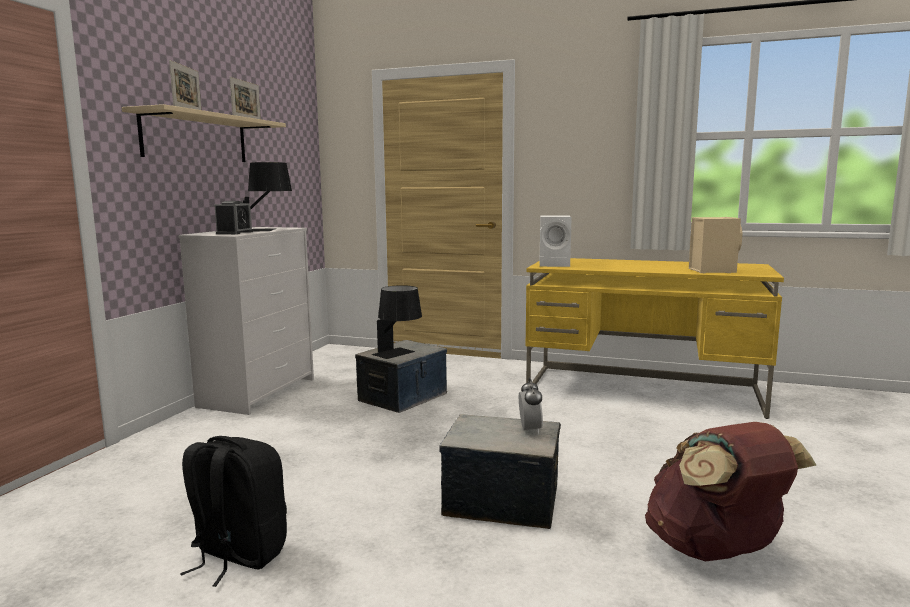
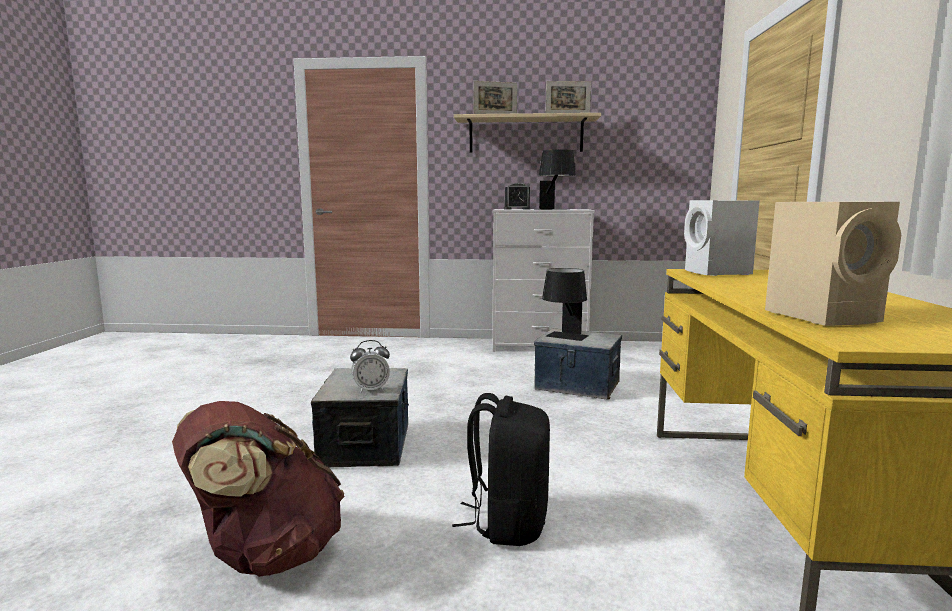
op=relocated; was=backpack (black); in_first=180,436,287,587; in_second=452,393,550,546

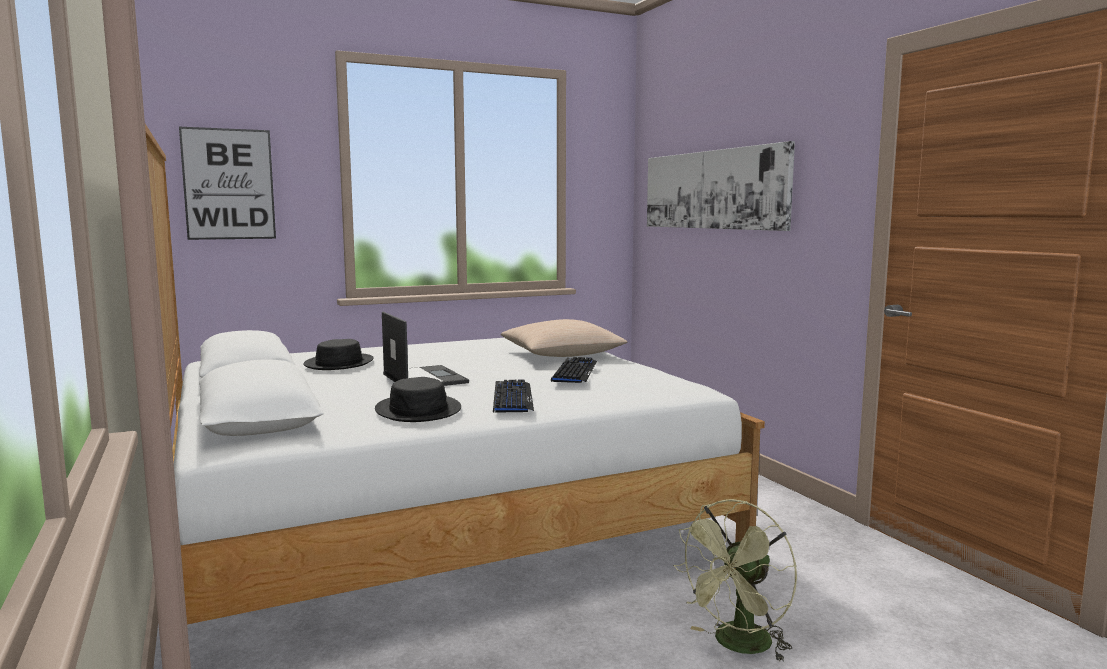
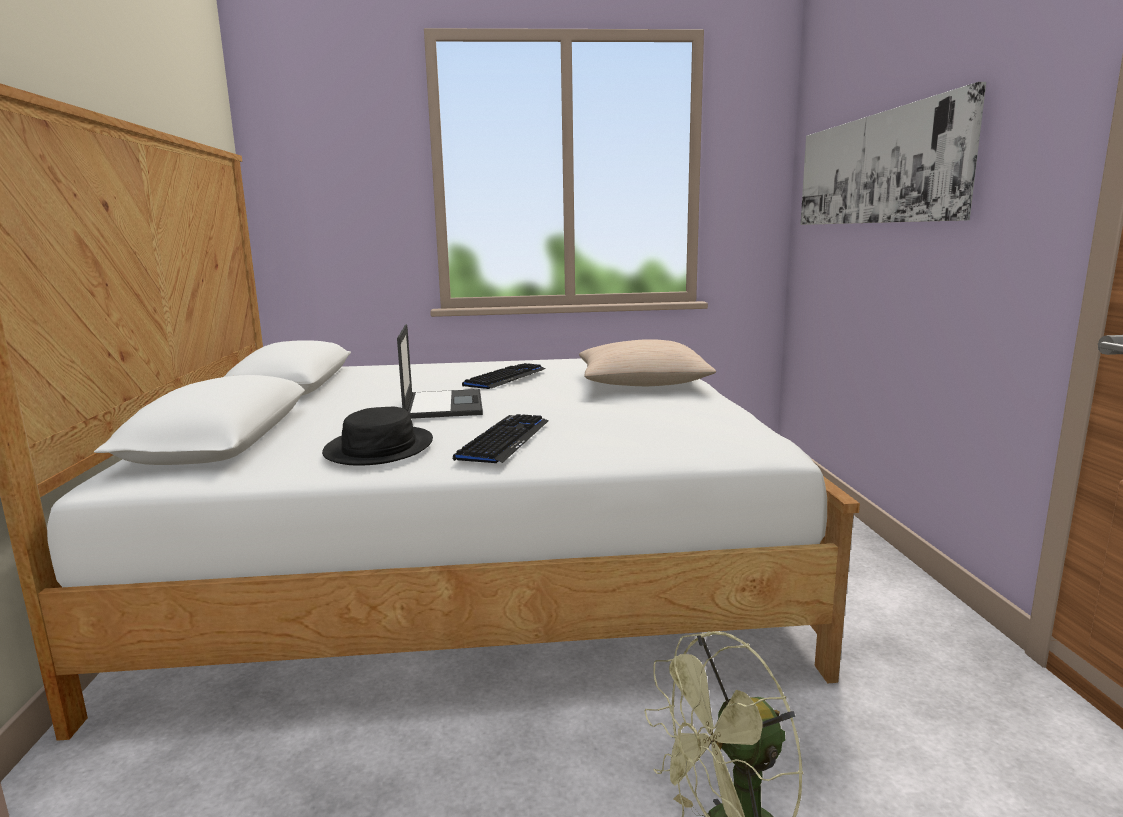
op=missing; was=picture; in_first=179,127,276,240
op=missing; was=hat (black); in_first=303,339,374,370
op=relocated; was=keyboard; in_first=551,357,597,383; in_second=462,363,546,389

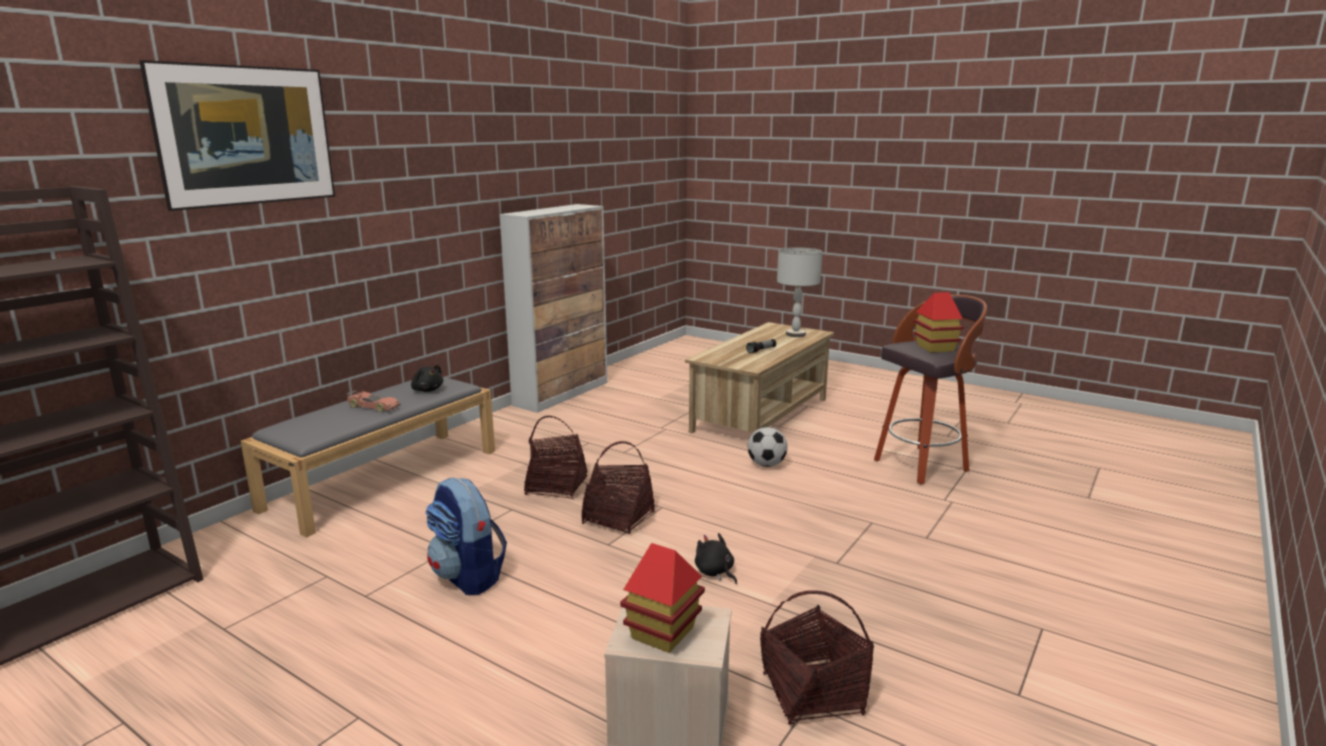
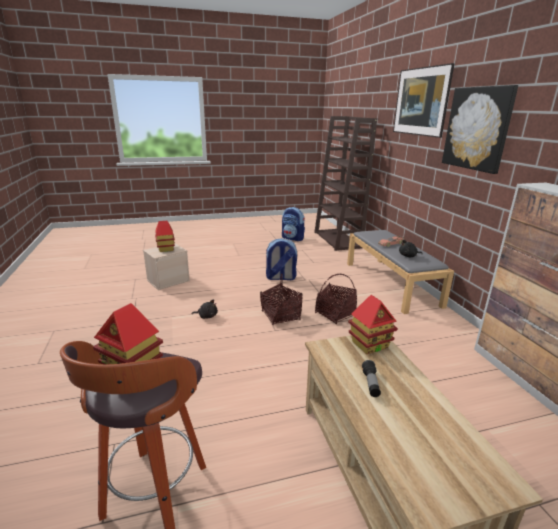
op=missing; was=football; in_first=747,427,787,467
op=missing; was=basket; in_first=760,590,874,725
op=missing; was=table lamp (grey); in_first=777,247,822,337
op=appeared; now=backpack; in_second=282,207,305,241
op=appeared; now=toy house; in_second=348,295,398,354
op=appeared; now=picture; in_second=442,85,518,174

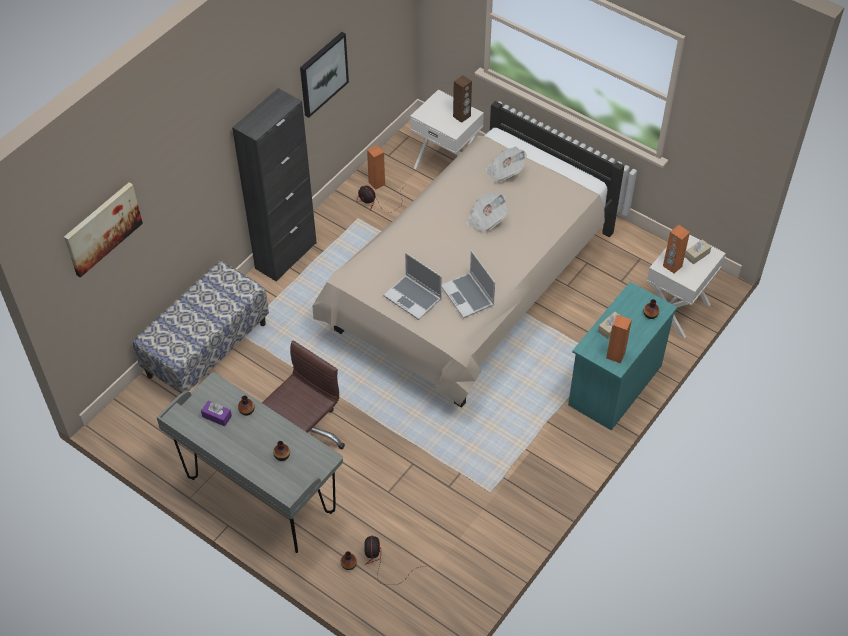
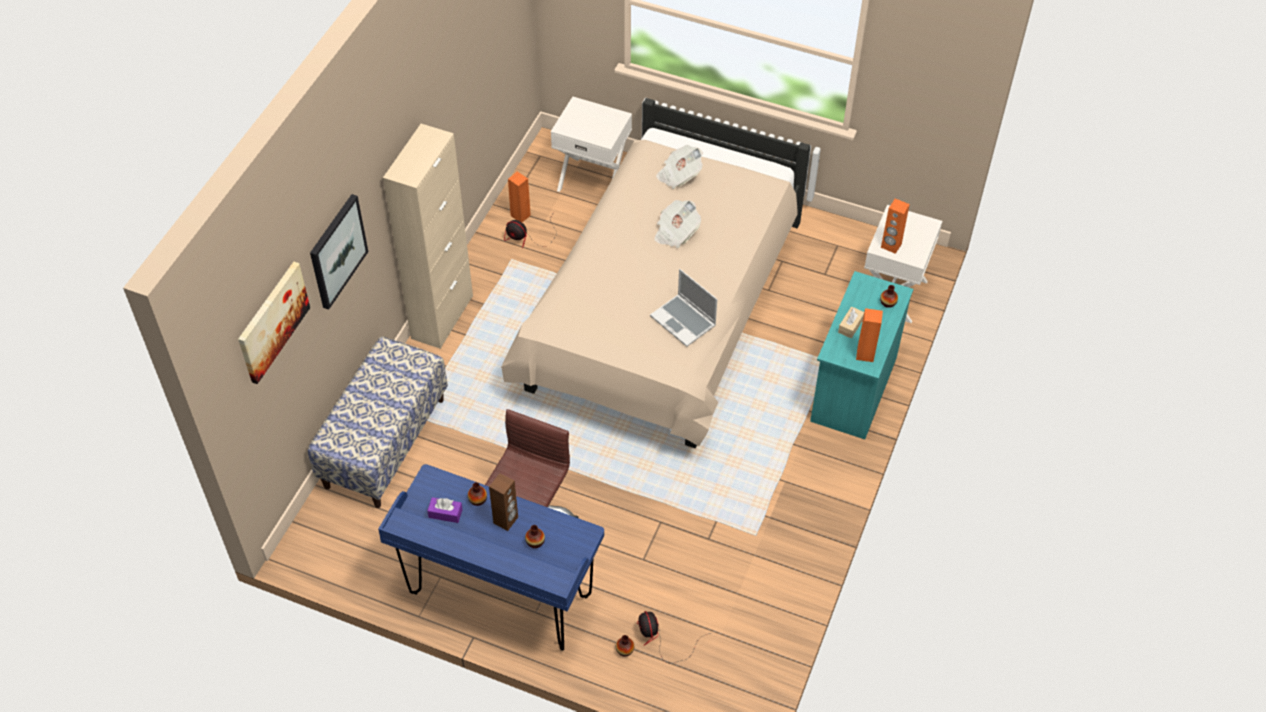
op=missing; was=laptop; in_first=384,253,442,320
op=missing; was=tissue box (beige); in_first=685,239,711,264
op=relocated; was=picture; in_first=300,32,349,118; in_second=310,194,368,310
op=relocated; was=speaker (brown); in_first=453,75,472,123; in_second=489,473,518,531
op=colour; was=desk (grey); now=desk (blue); in_first=156,372,343,553; in_second=378,464,604,651
op=colour; was=cabinet (black); now=cabinet (beige); in_first=232,88,317,282; in_second=383,124,473,349

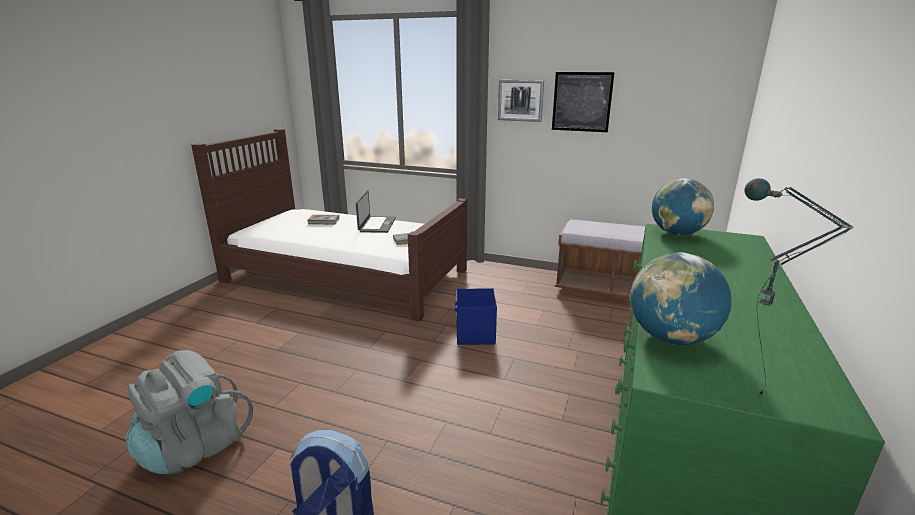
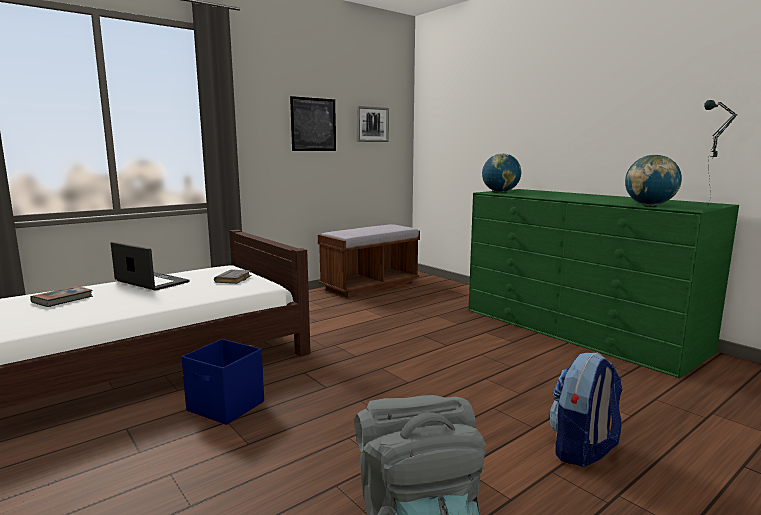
op=relocated; was=storage box (blue); in_first=454,289,497,345; in_second=182,339,264,425
op=relocated; was=picture; in_first=498,80,544,122; in_second=356,106,389,142

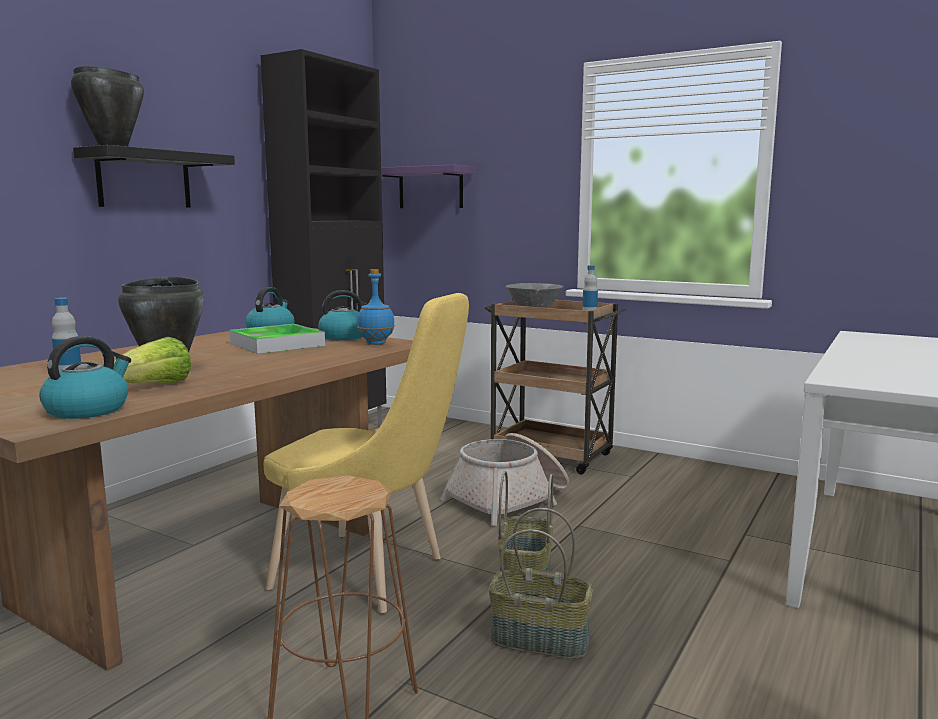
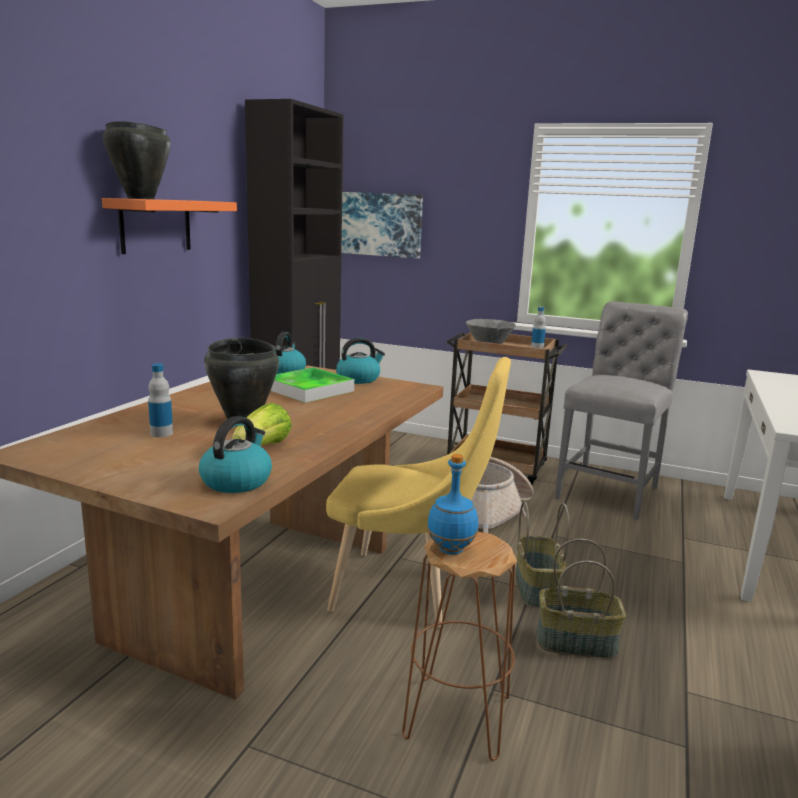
op=appeared; now=chair (grey); in_second=555,301,688,520
op=relocated; was=bottle (blue); in_first=357,269,395,345; in_second=427,454,478,555
op=exchanged; was=shelf (purple); now=picture; in_first=381,164,476,208; in_second=341,192,423,258
op=colour; was=shelf (black); now=shelf (orange); in_first=73,145,235,208; in_second=102,198,237,254

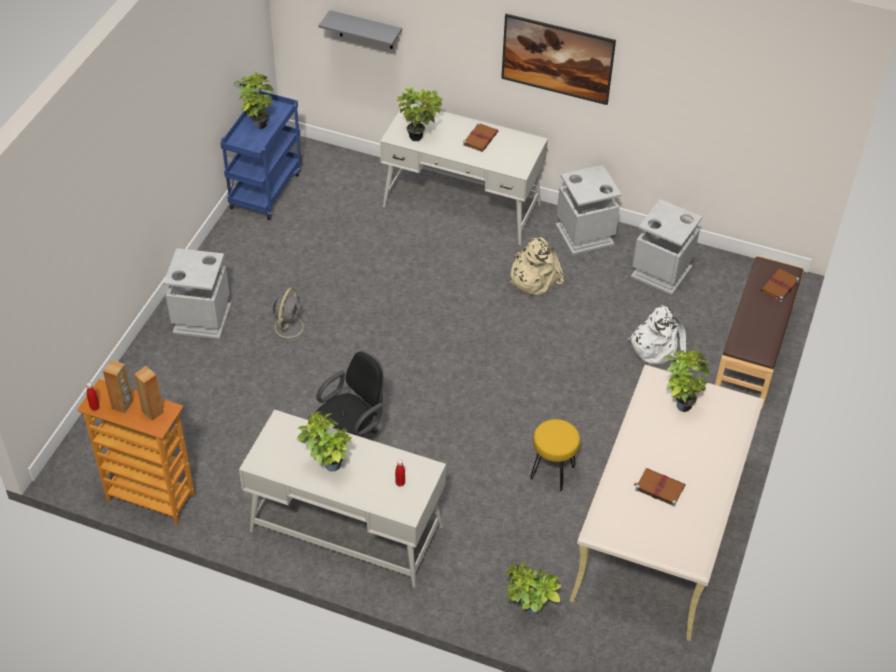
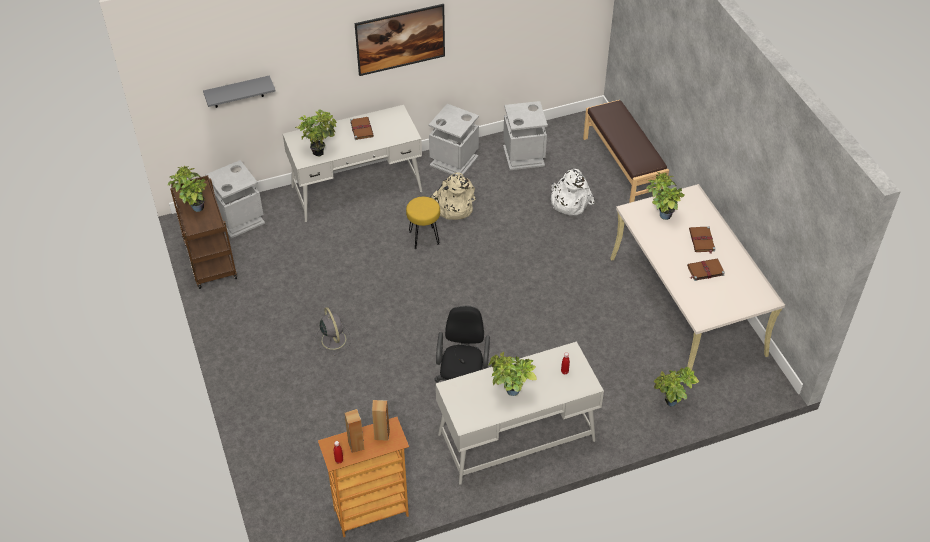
op=relocated; was=trash can (grey); in_first=163,248,231,339; in_second=205,160,265,238
op=relocated; was=stool (yellow); in_first=530,419,580,491; in_second=406,197,440,250
op=relocated; was=book (brown); in_first=760,268,800,302; in_second=689,226,716,254
op=colour; was=cart (blue); now=cart (brown); in_first=220,91,302,220; in_second=170,175,237,289

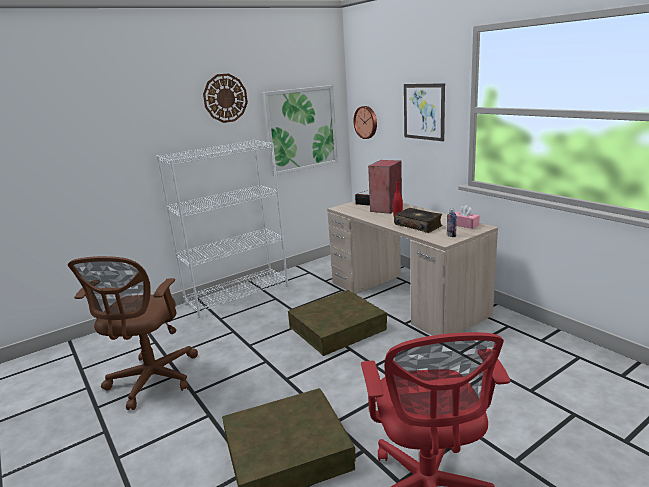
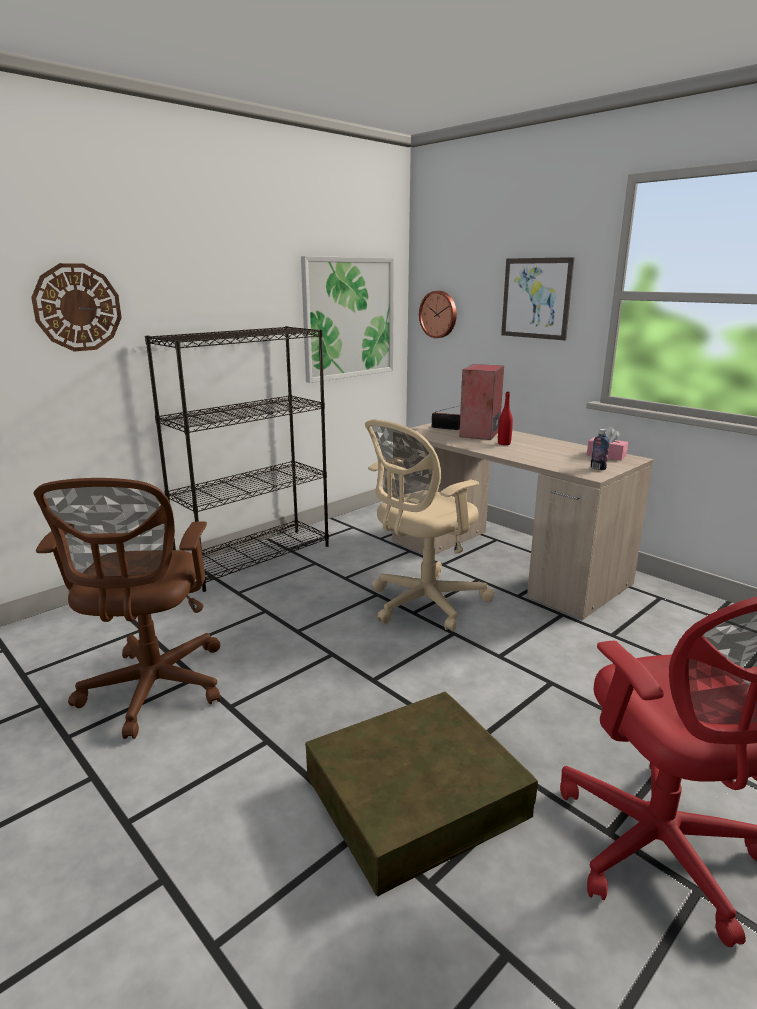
op=missing; was=book; in_first=394,208,443,233
op=relocated; was=wall clock; in_first=203,73,248,123; in_second=31,263,122,351
op=exchanged; was=storage box (brown); now=office chair (beige); in_first=288,290,387,356; in_second=365,420,495,631
op=colour; was=bookcase (white); now=bookcase (black); in_first=156,140,288,318; in_second=145,326,329,592

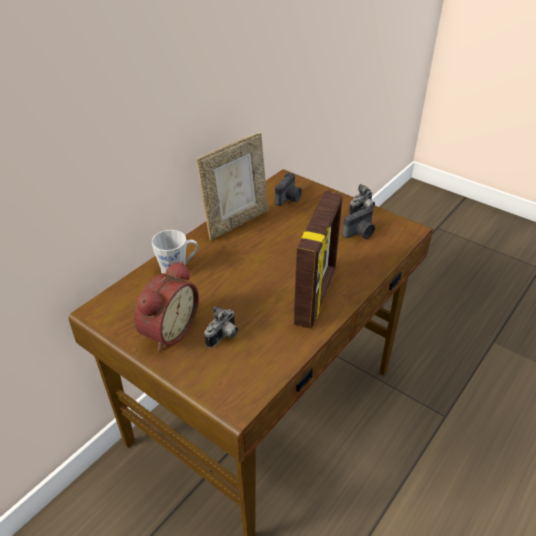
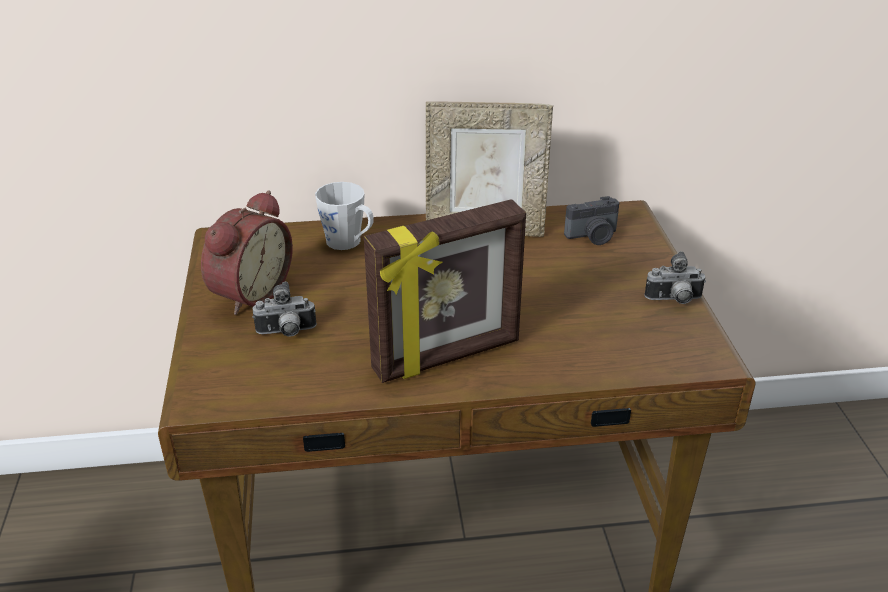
op=missing; was=photo camera; in_first=342,206,375,239
op=spun; was=alarm clock; in_first=134,261,199,351; in_second=201,190,293,315; clockwise=-45

